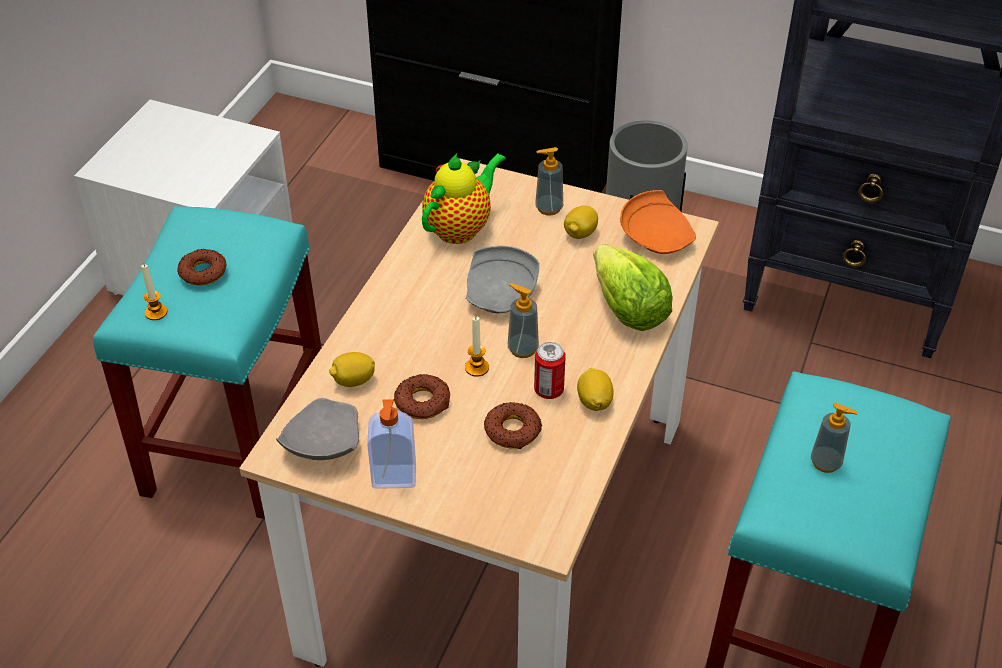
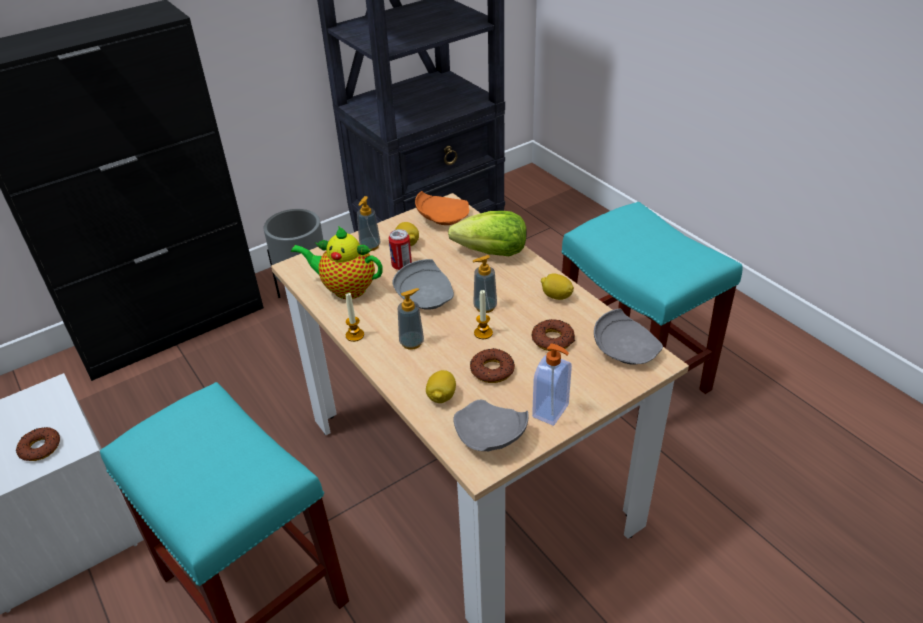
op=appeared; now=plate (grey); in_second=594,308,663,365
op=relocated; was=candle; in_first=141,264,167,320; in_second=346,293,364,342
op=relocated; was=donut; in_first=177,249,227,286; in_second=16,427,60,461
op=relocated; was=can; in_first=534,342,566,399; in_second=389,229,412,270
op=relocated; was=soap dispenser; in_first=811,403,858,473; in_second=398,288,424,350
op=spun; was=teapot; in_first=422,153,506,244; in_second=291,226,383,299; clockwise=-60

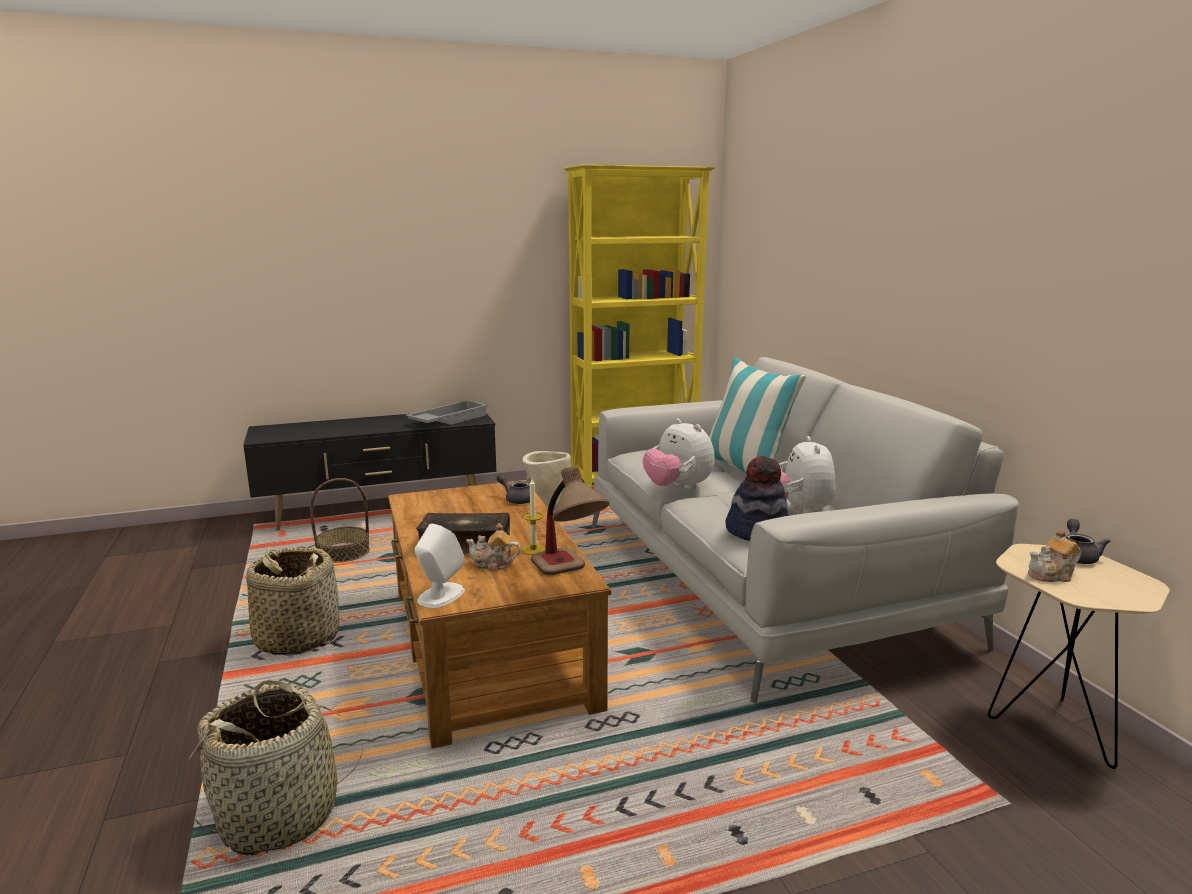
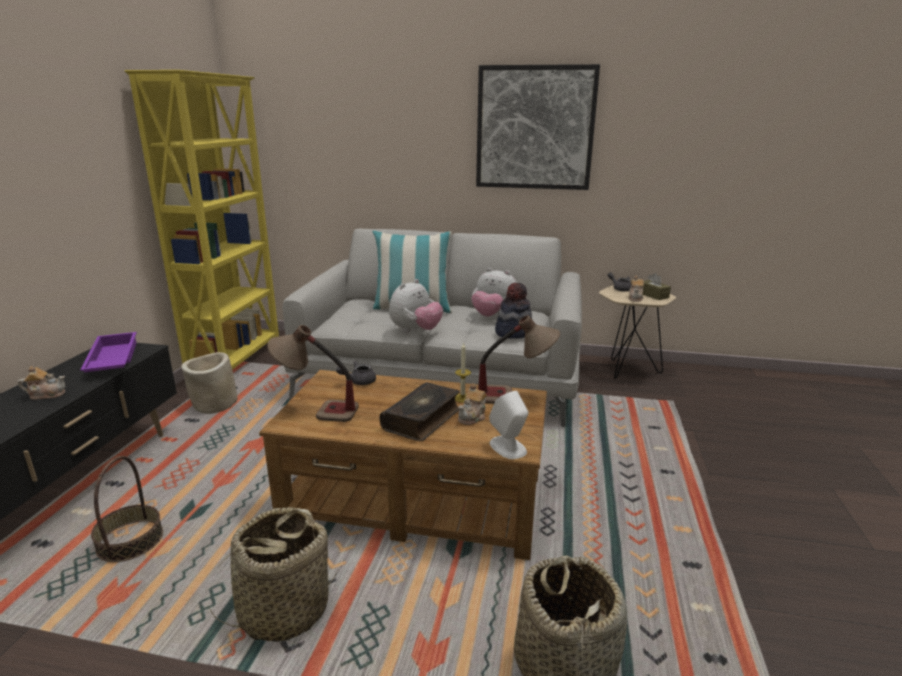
op=appeared; now=teapot; in_second=18,366,65,400
op=appeared; now=table lamp; in_second=267,325,359,422
op=appeared; now=picture; in_second=476,64,600,190
op=appeared; now=tissue box (brown); in_second=643,273,671,300
op=colour; was=tray (grey); now=tray (purple); in_first=406,400,488,425; in_second=80,332,137,372
op=spun; was=plush toy; in_first=643,419,715,490; in_second=389,279,443,333; clockwise=-45

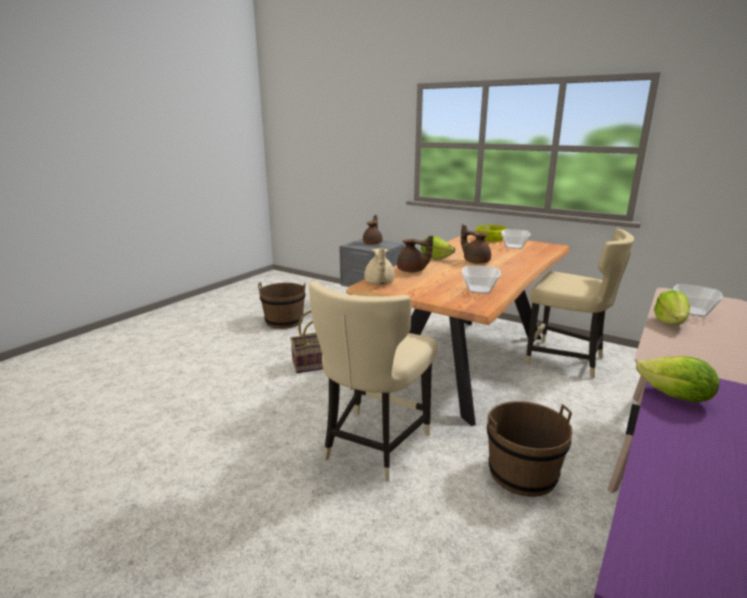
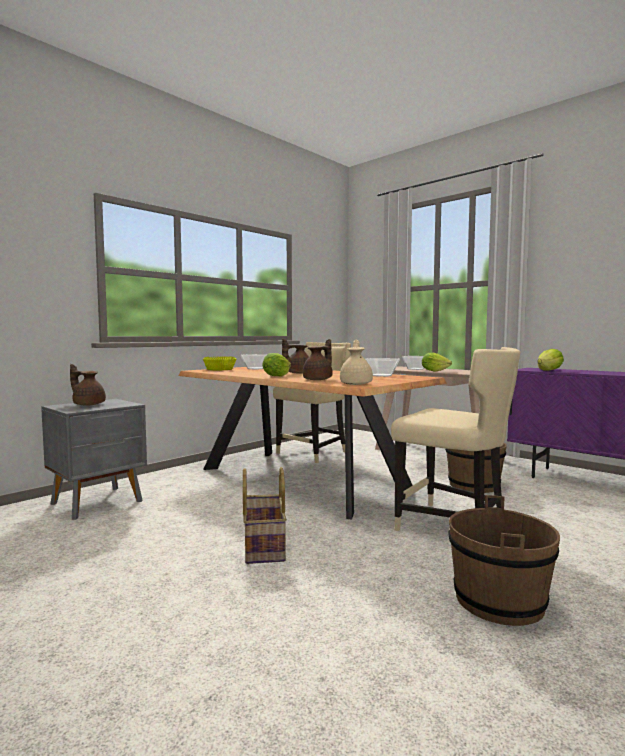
op=relocated; was=bucket (brown); in_first=258,282,305,329; in_second=448,495,560,626
op=spun; was=teapot (beige); in_first=364,248,395,285; in_second=340,339,373,385; clockwise=-90

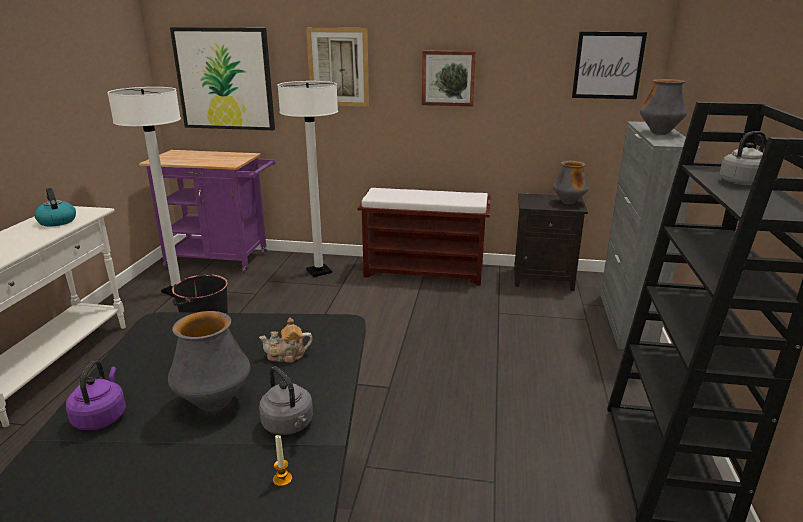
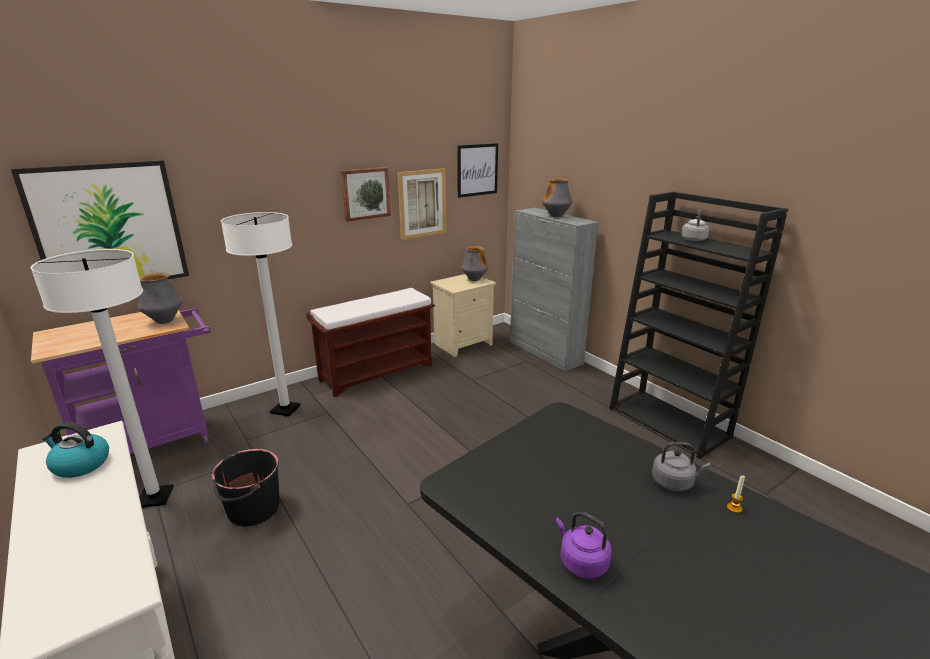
op=missing; was=teapot; in_first=259,318,313,363
op=relocated; was=vase; in_first=168,311,251,412; in_second=137,273,183,324
op=relocated; was=picture; in_first=306,28,369,107; in_second=398,168,446,240
op=colour; was=nightstand (black); now=nightstand (beige); in_first=514,193,588,291; in_second=430,274,496,357

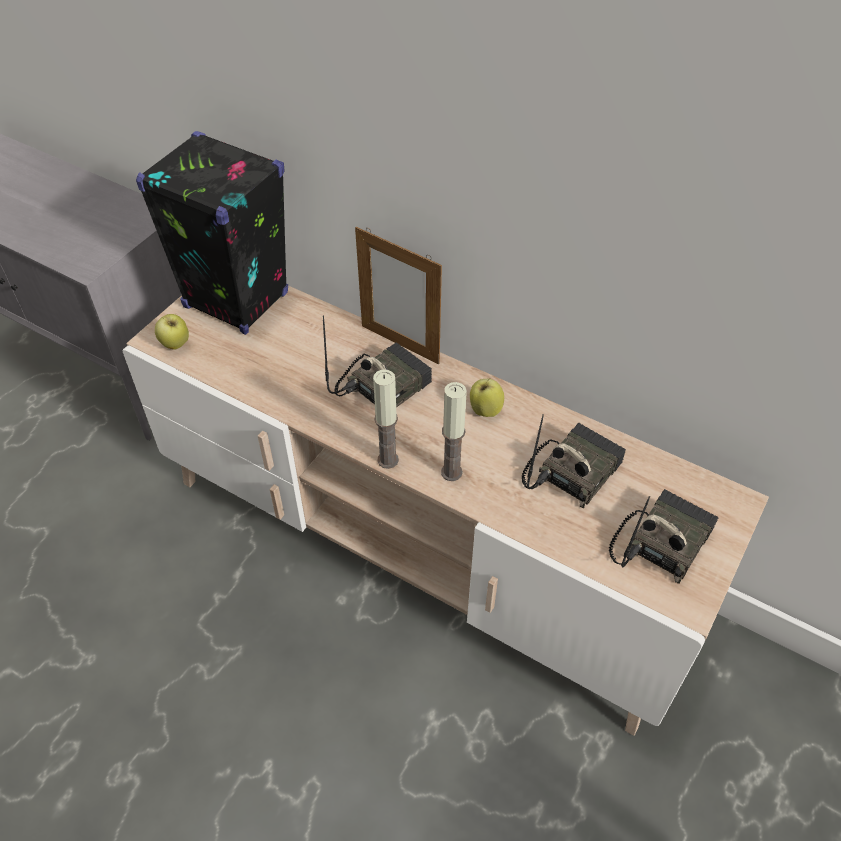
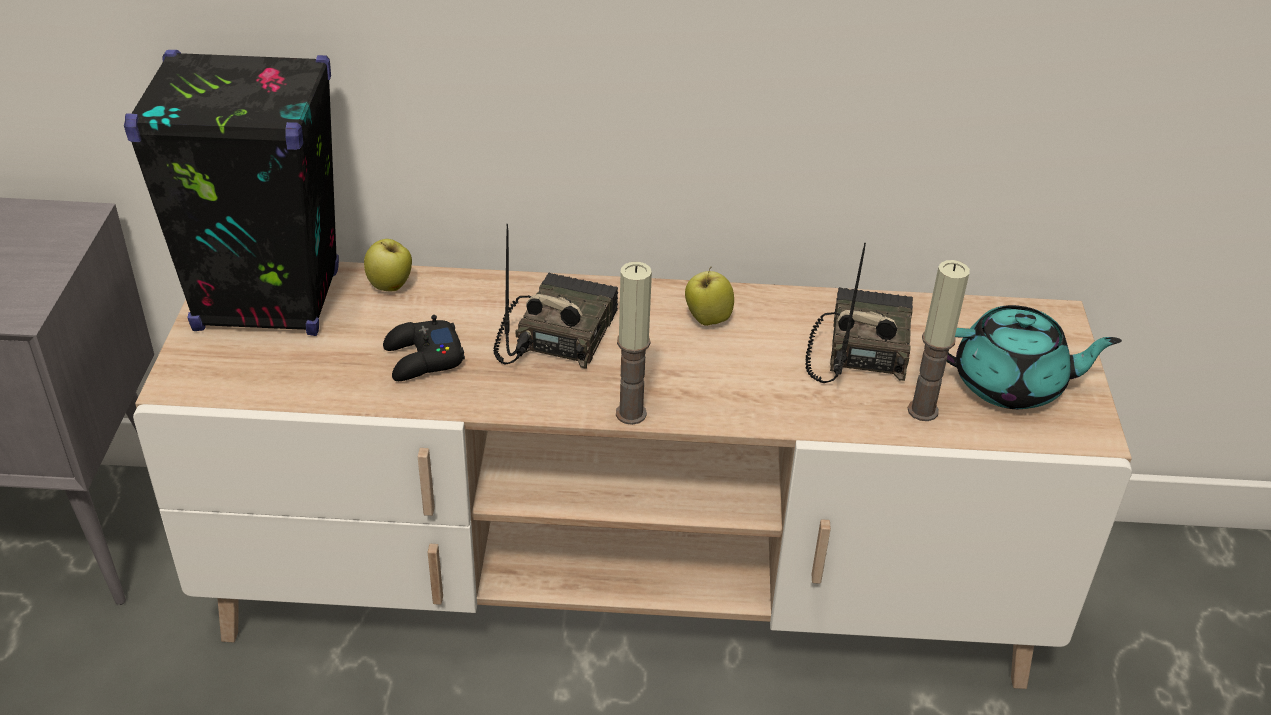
op=missing; was=picture frame; in_first=355,227,442,364
op=appeared; now=game controller (black); in_second=383,315,465,381
op=relocated; was=apple; in_first=155,314,189,350; in_second=364,239,412,291
op=relocated; was=candle; in_first=441,382,467,481; in_second=908,260,970,421
op=exchanged; was=radio; now=teapot (turquoise); in_first=609,489,719,584; in_second=946,305,1122,409

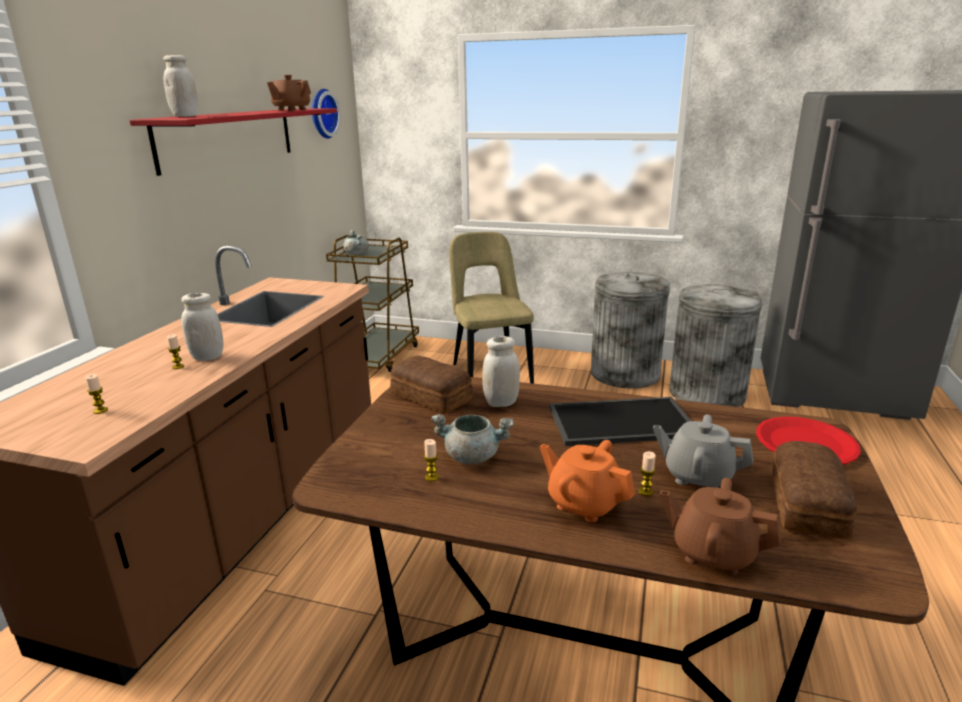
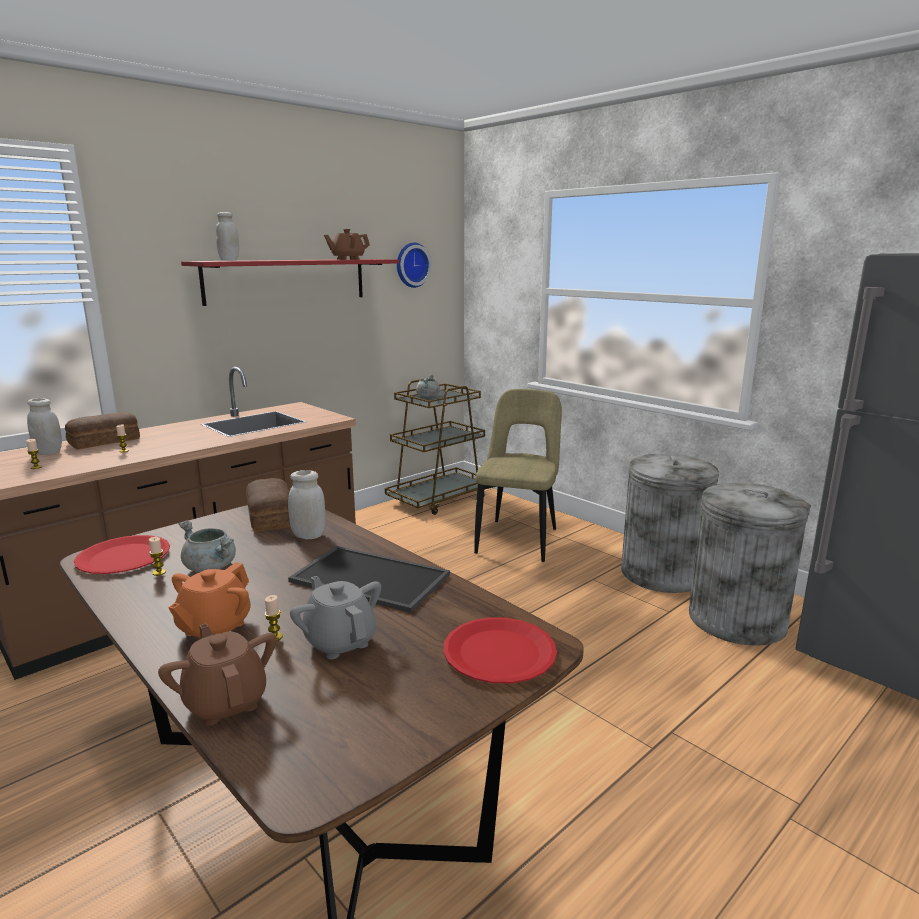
op=appeared; now=plate (red); in_second=74,535,170,574
op=relocated; was=jar (white); in_first=181,293,223,361; in_second=27,398,62,455
op=relocated; was=bread; in_first=771,441,857,539; in_second=65,412,140,450
op=spun; was=teapot (orange); in_first=540,440,635,522; in_second=169,562,251,638; clockwise=-135

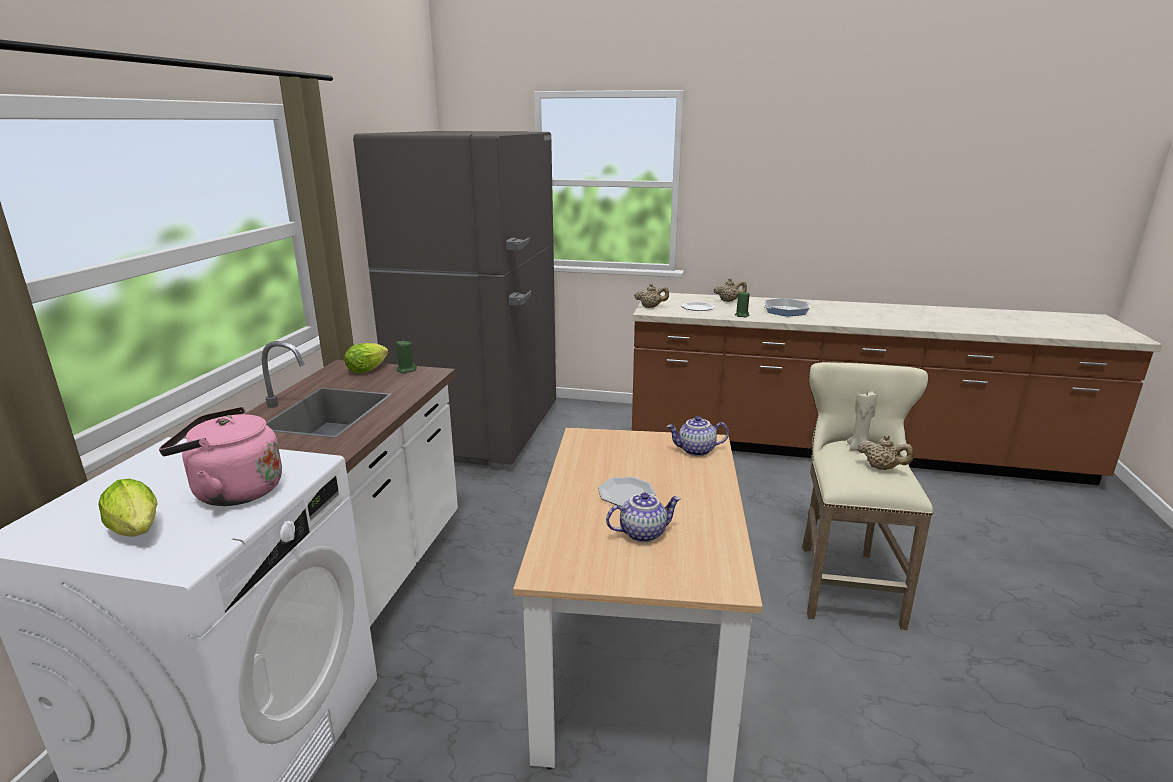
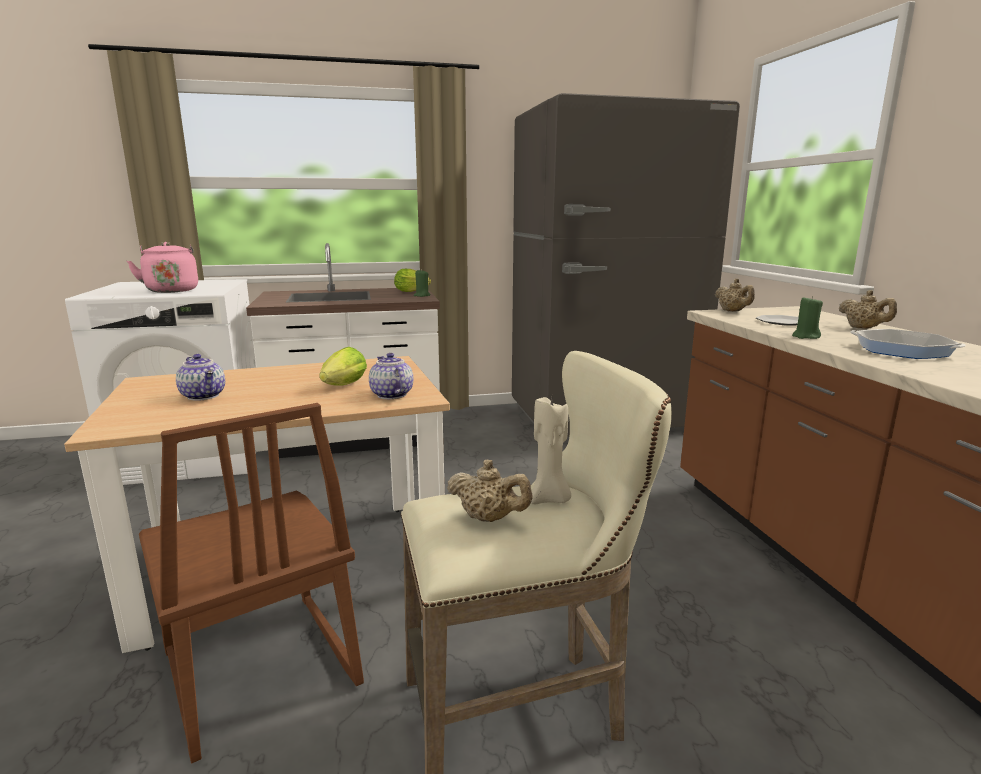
op=missing; was=plate; in_first=598,477,656,507
op=appeared; now=chair (brown); in_second=139,403,364,763
op=relocated; was=lettuce; in_first=98,479,158,537; in_second=319,347,367,386
op=spun; was=teapot (beige); in_first=858,435,914,470; in_second=447,460,532,522; clockwise=-75

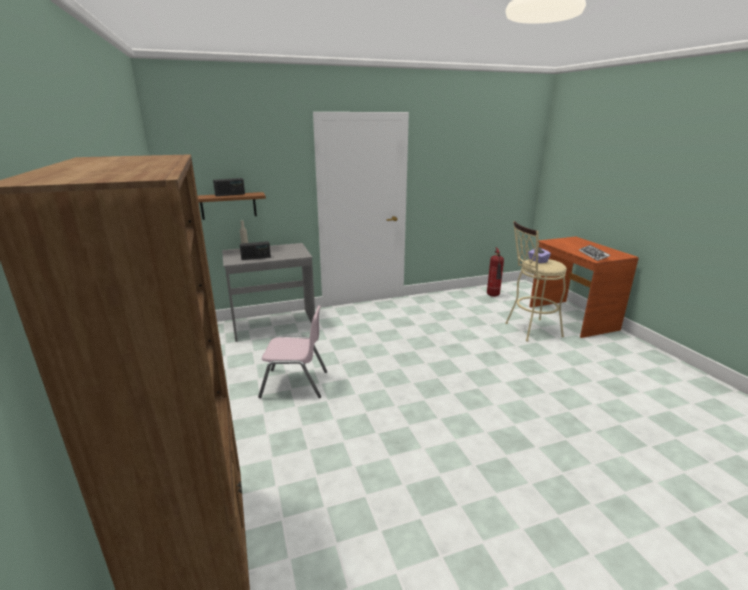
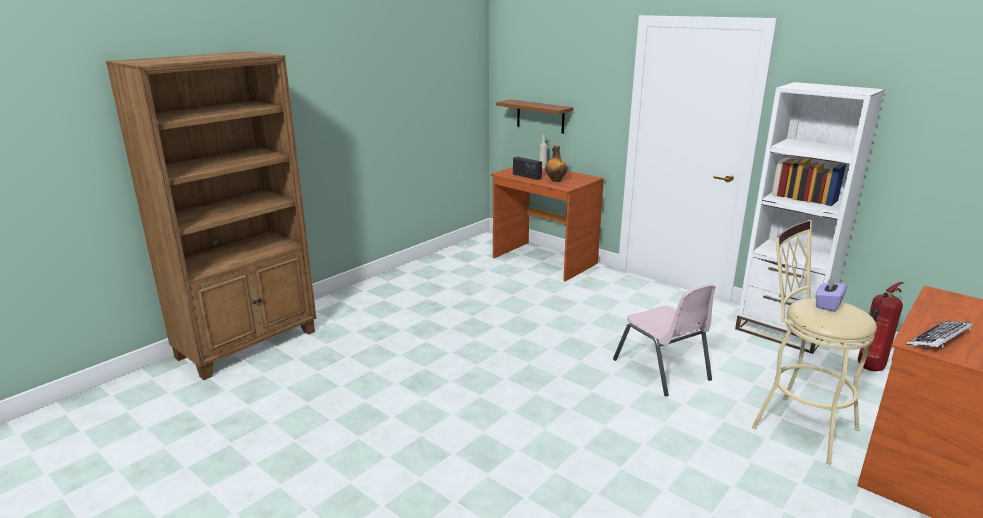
op=missing; was=radio; in_first=213,178,245,196
op=appeared; now=bottle; in_second=545,145,567,182
op=appeared; now=bookcase (white); in_second=735,82,885,354
op=relocated; was=chair (pink); in_first=258,305,327,398; in_second=613,284,715,396
op=colour; was=desk (grey); now=desk (brown); in_first=222,243,315,342; in_second=490,167,604,282

